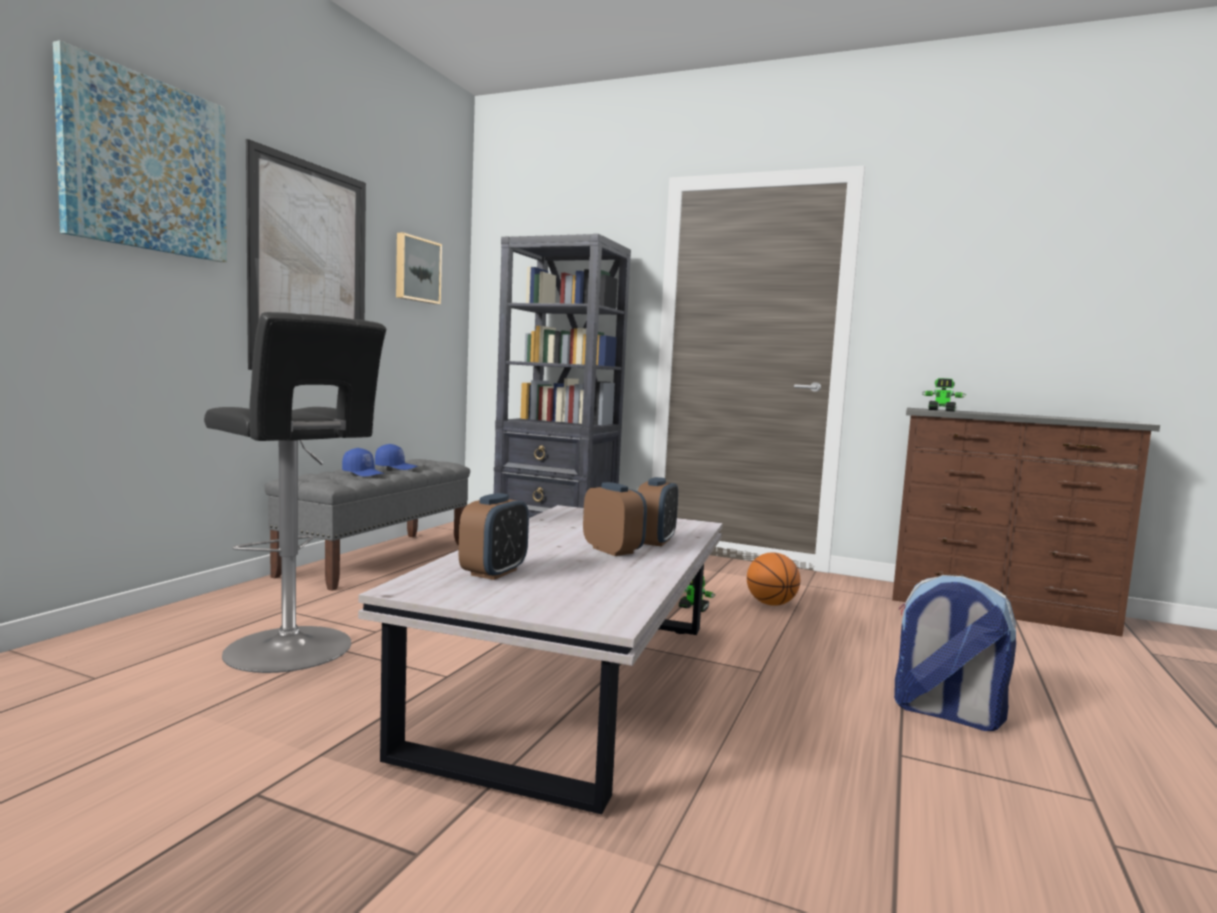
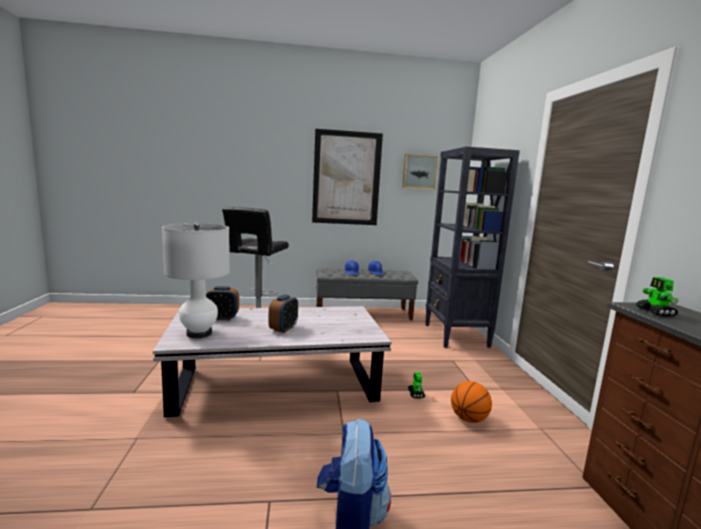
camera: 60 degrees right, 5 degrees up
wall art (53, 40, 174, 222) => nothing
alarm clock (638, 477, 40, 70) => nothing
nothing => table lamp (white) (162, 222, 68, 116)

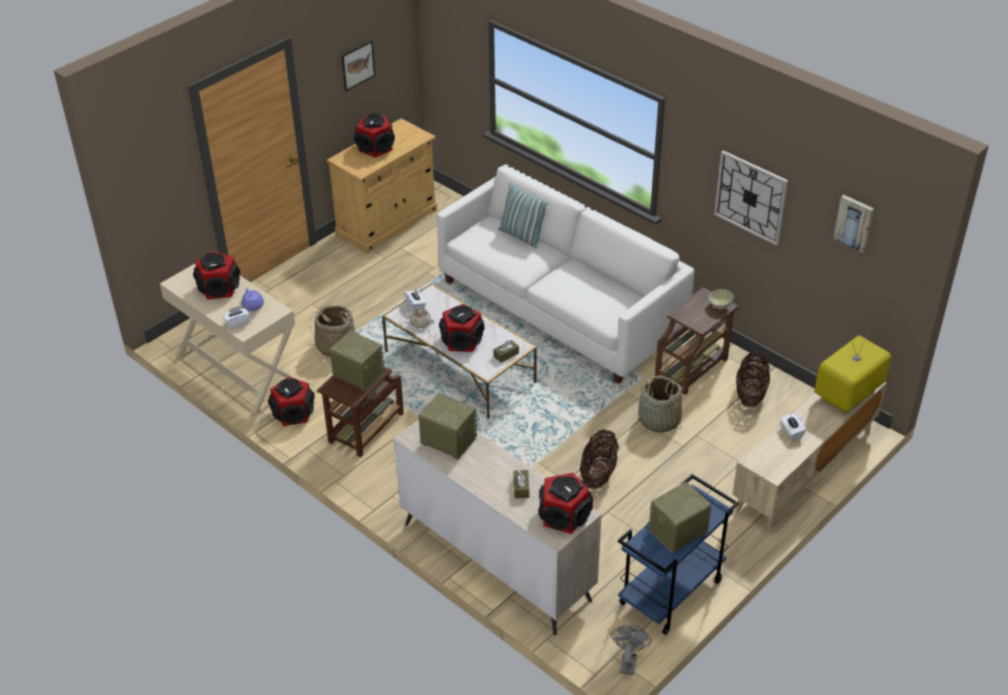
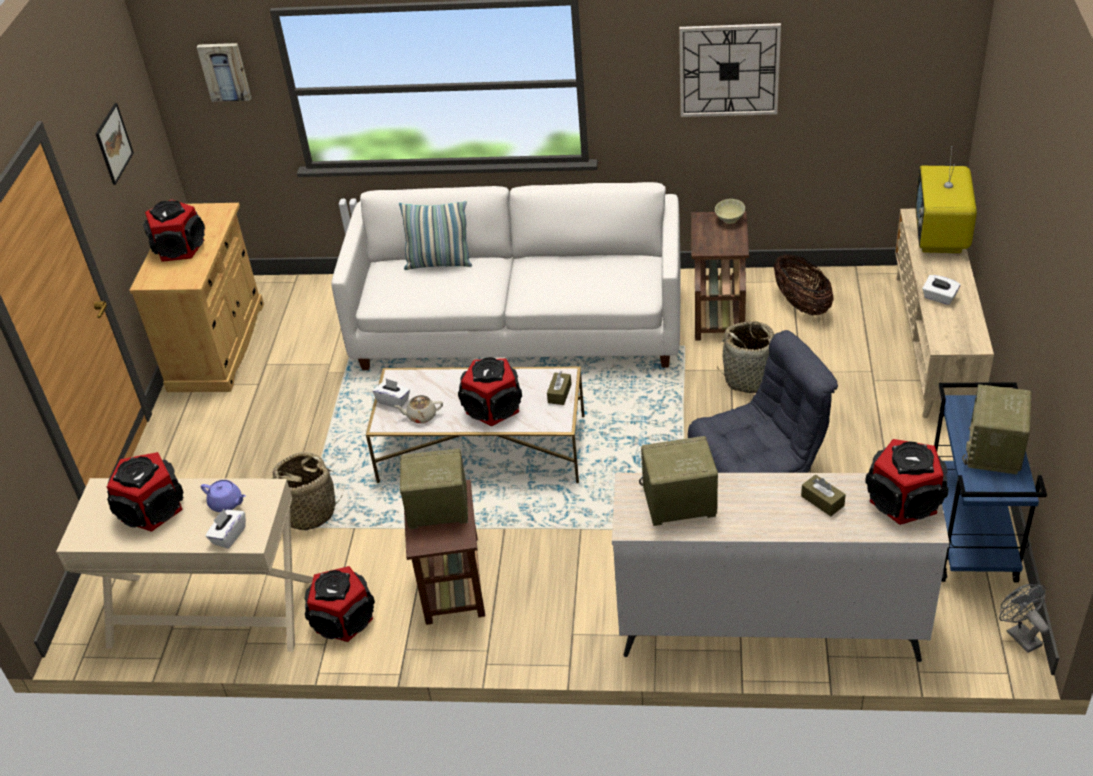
camera: 35 degrees left, 0 degrees up
wall art (833, 195, 41, 58) => wall art (197, 43, 54, 59), move
household basket (580, 429, 39, 60) => easy chair (gray) (688, 330, 150, 143)

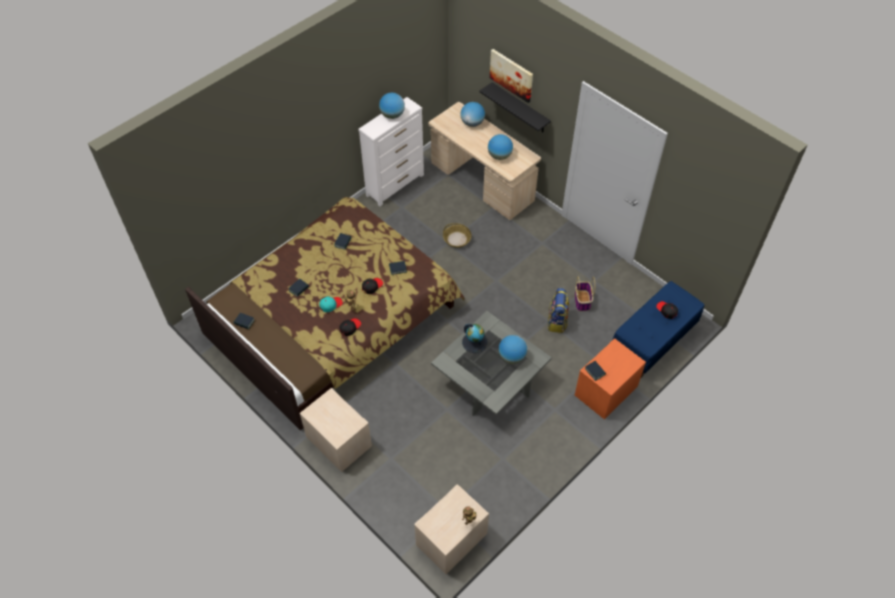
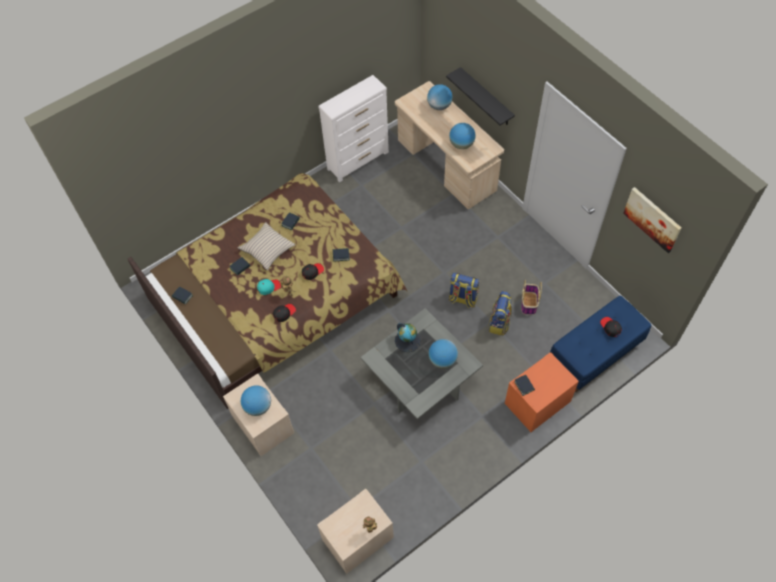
camera: 10 degrees right, 5 degrees up
wall art (490, 49, 43, 54) => wall art (623, 187, 58, 66), move
globe (379, 93, 26, 26) => globe (241, 386, 30, 30), move
household basket (443, 223, 29, 25) => nothing
nothing => pillow (beige) (238, 222, 57, 48)
nothing => backpack (448, 273, 32, 35)

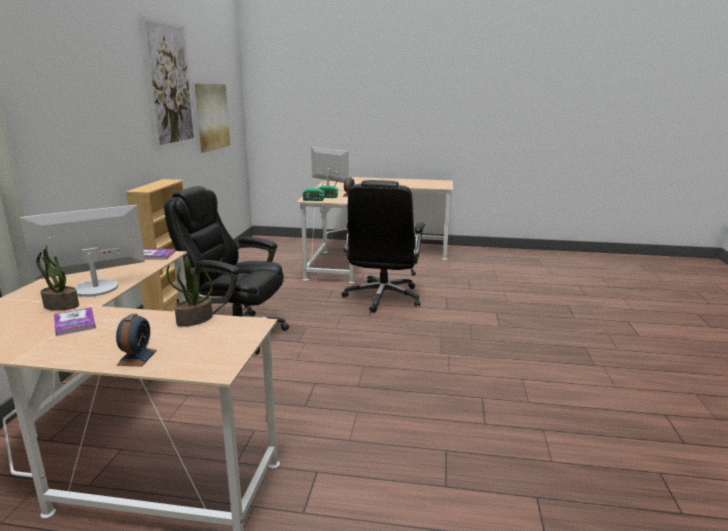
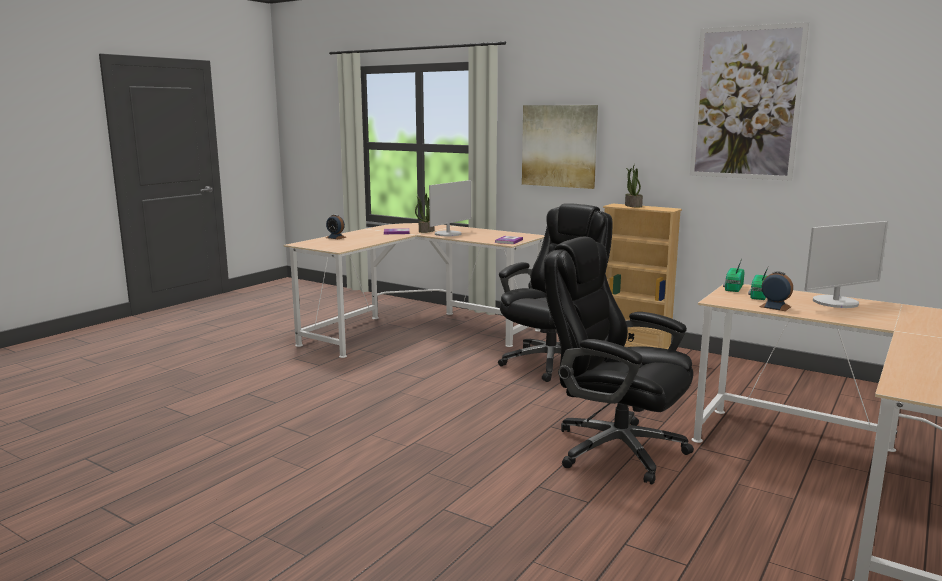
camera: 115 degrees right, 5 degrees down
wall art (195, 84, 35, 68) => wall art (522, 105, 76, 84), move
computer display (20, 205, 125, 92) => computer display (429, 180, 42, 56), 45 degrees clockwise
houseplant (166, 256, 47, 70) => houseplant (625, 164, 18, 44), move

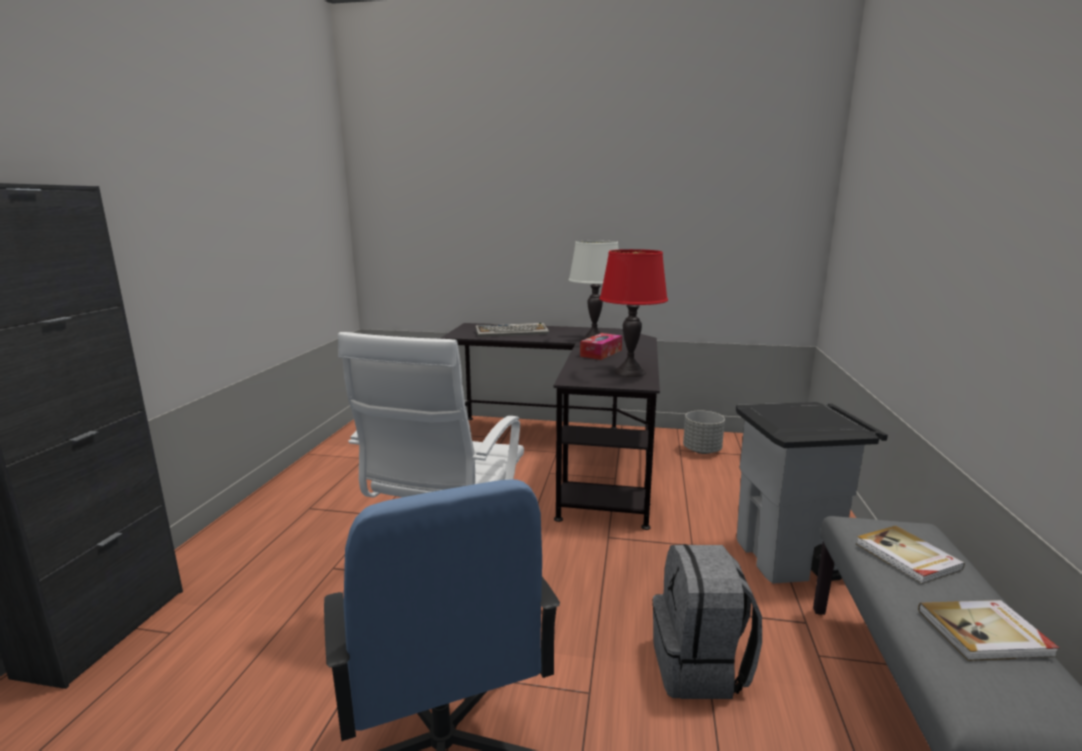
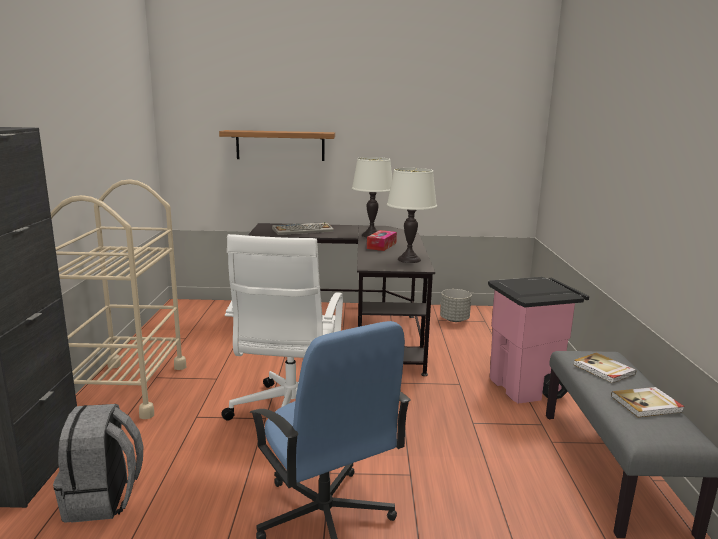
camera: 10 degrees left, 0 degrees up
table lamp (reddish) (599, 249, 69, 128) => table lamp (white) (387, 168, 50, 95)
trash can (gray) (736, 402, 152, 182) => trash can (pink) (488, 277, 101, 127)
backpack (gray) (653, 544, 109, 155) => backpack (gray) (53, 404, 90, 119), move
nothing => shelf (219, 130, 116, 31)
nothing => cart (beige) (51, 179, 135, 240)

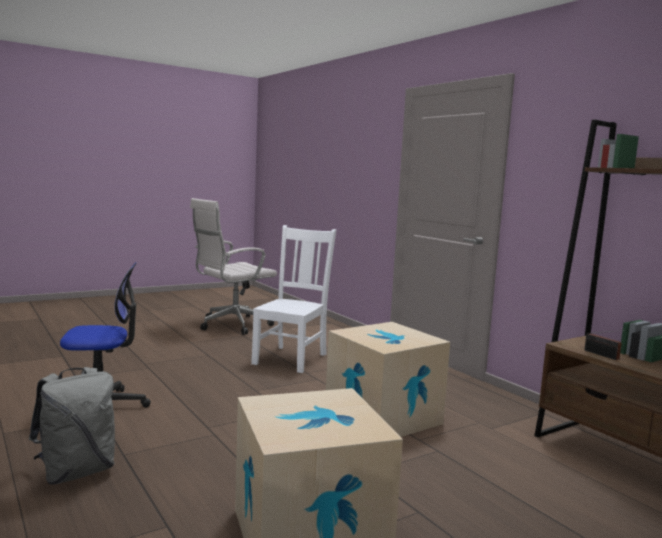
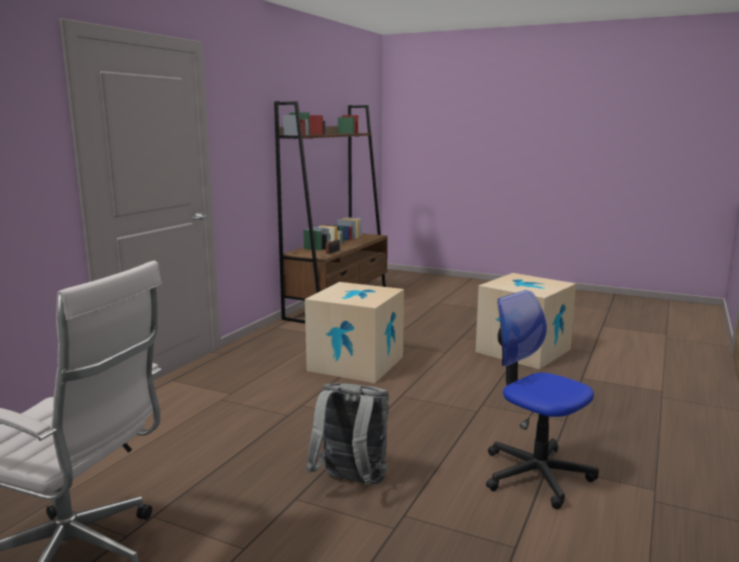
camera: 120 degrees left, 5 degrees up
plain chair (white) (251, 225, 85, 148) => nothing
backpack (gray) (29, 367, 86, 118) => backpack (gray) (306, 383, 83, 102), move

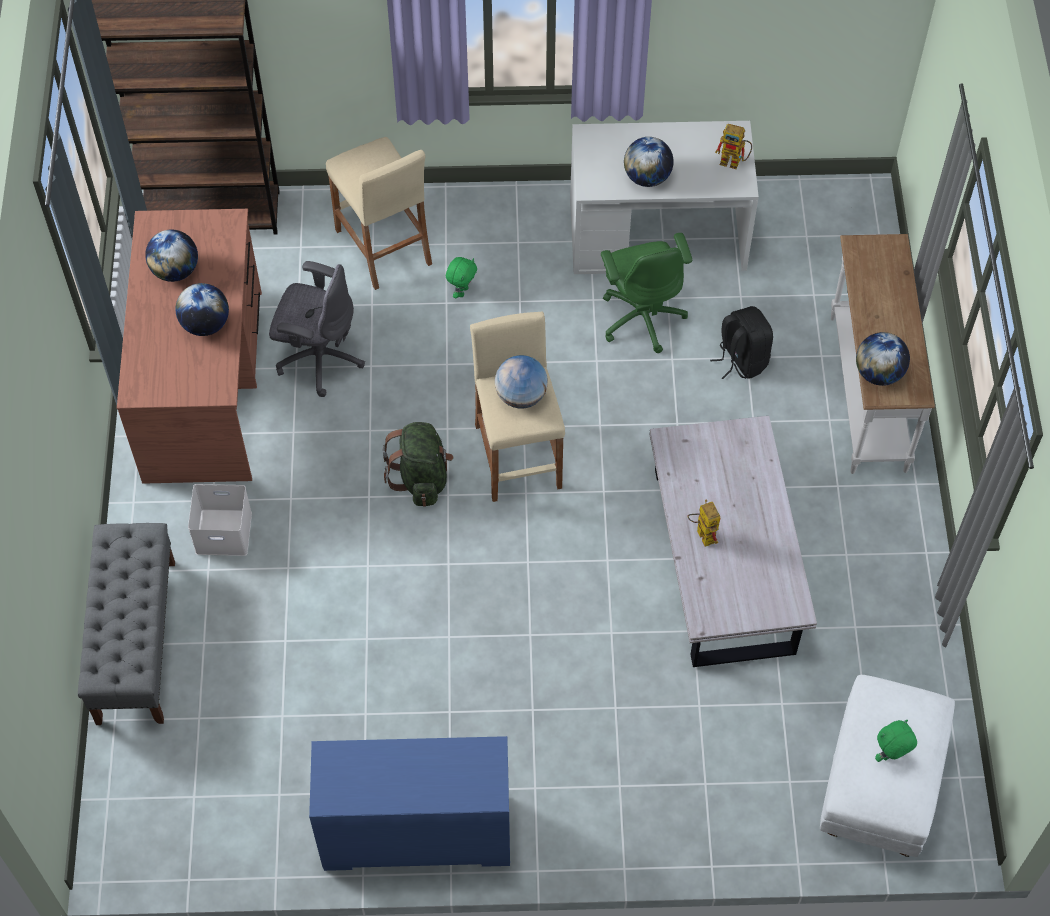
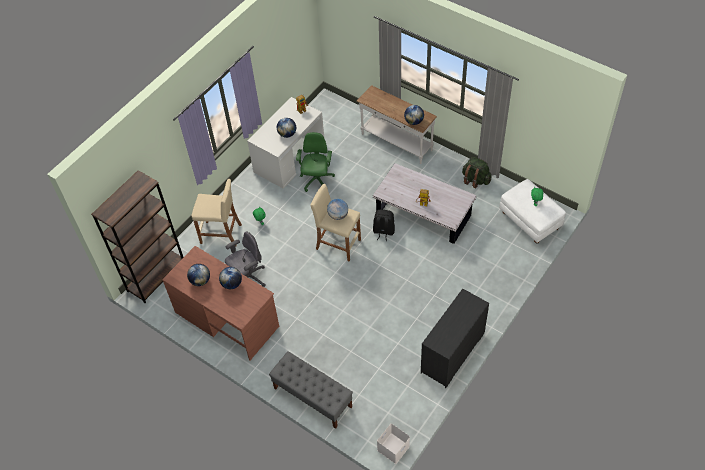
camera: 50 degrees left, 5 degrees down
computer chair (greenish) (601, 233, 91, 120) => computer chair (greenish) (296, 132, 39, 60), 105 degrees counterclockwise
backpack (black-coloured) (710, 306, 63, 73) => backpack (black-coloured) (373, 209, 22, 33), move
backpack (greenish) (383, 422, 71, 85) => backpack (greenish) (462, 157, 29, 31), move
storage container (white) (188, 484, 64, 72) => storage container (white) (377, 423, 33, 41), move
chest of drawers (bluish) (309, 736, 201, 135) => chest of drawers (black-coloured) (421, 289, 68, 99)

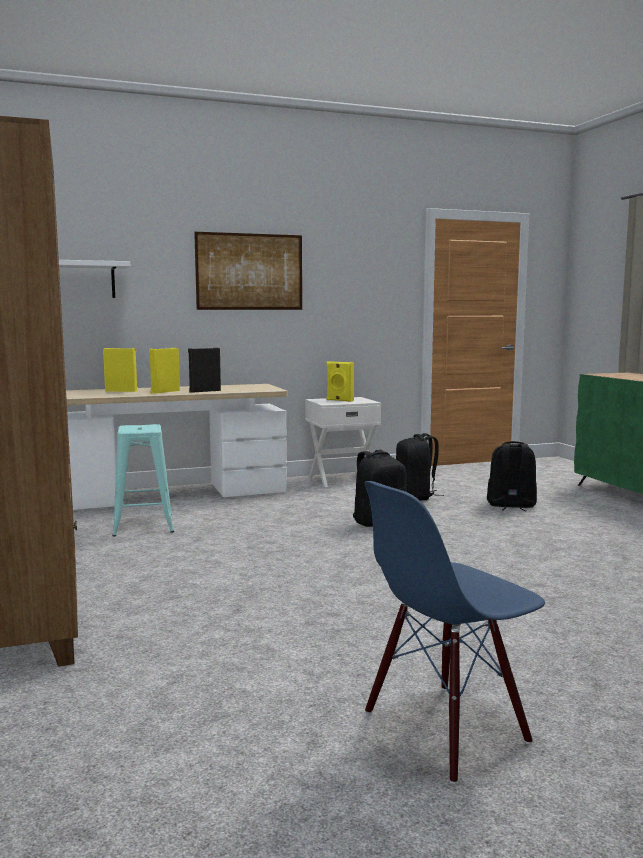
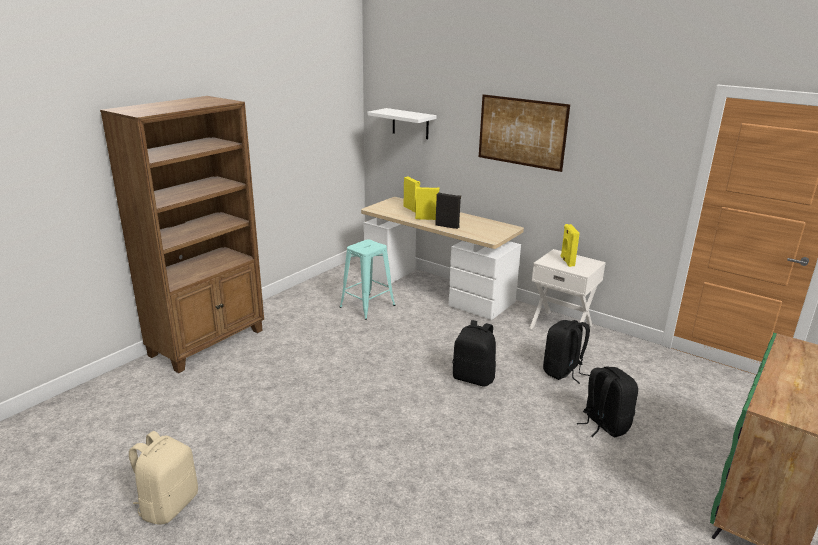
camera: 55 degrees right, 15 degrees up
plain chair (bluish) (365, 481, 180, 303) => backpack (beige) (129, 431, 69, 94)

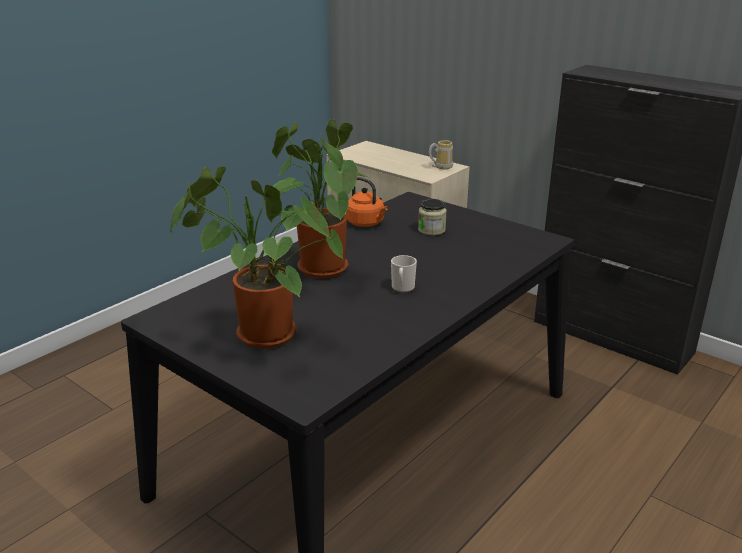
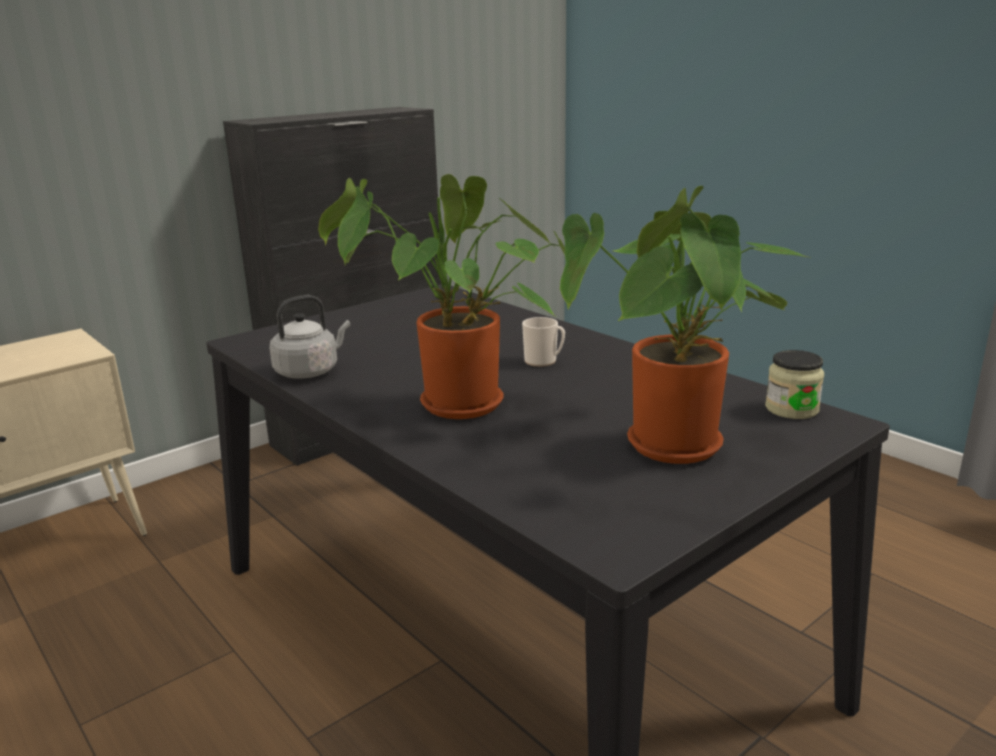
camera: 80 degrees left, 5 degrees down
coffee mug (429, 140, 24, 29) => nothing
tea kettle (orange) (346, 177, 42, 50) => tea kettle (gray) (270, 295, 80, 84)
jar (418, 199, 29, 37) => jar (765, 350, 59, 69), move

